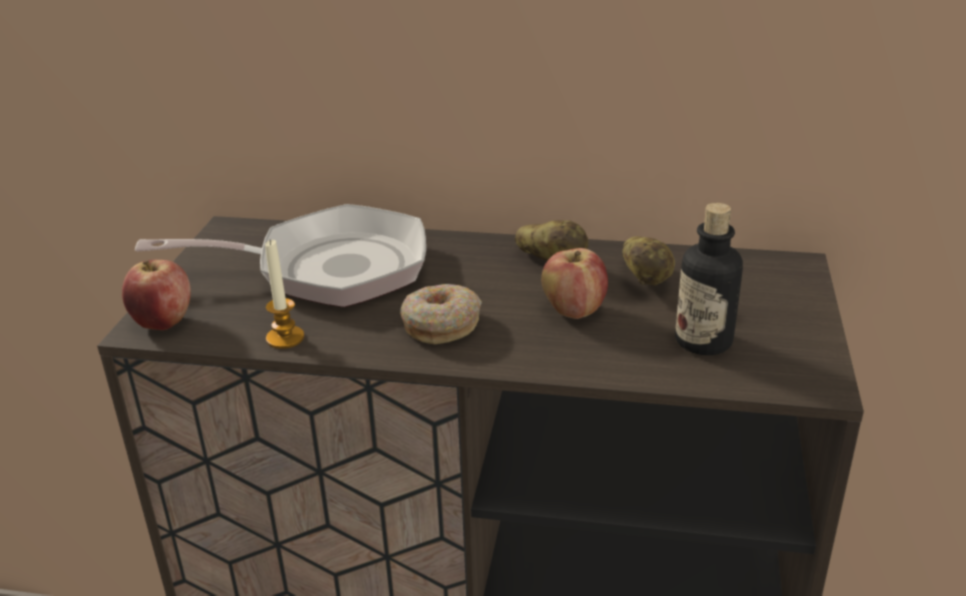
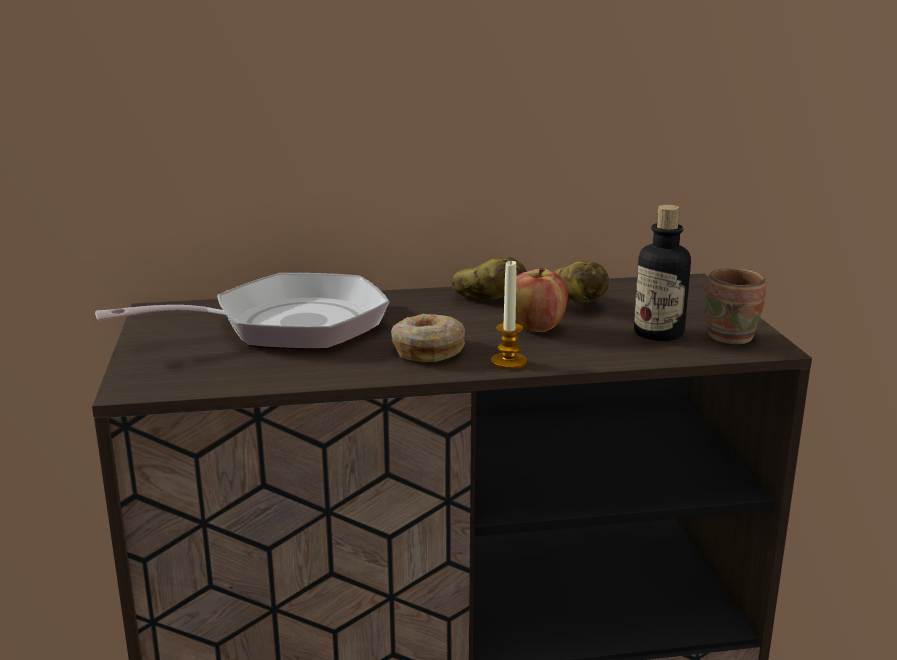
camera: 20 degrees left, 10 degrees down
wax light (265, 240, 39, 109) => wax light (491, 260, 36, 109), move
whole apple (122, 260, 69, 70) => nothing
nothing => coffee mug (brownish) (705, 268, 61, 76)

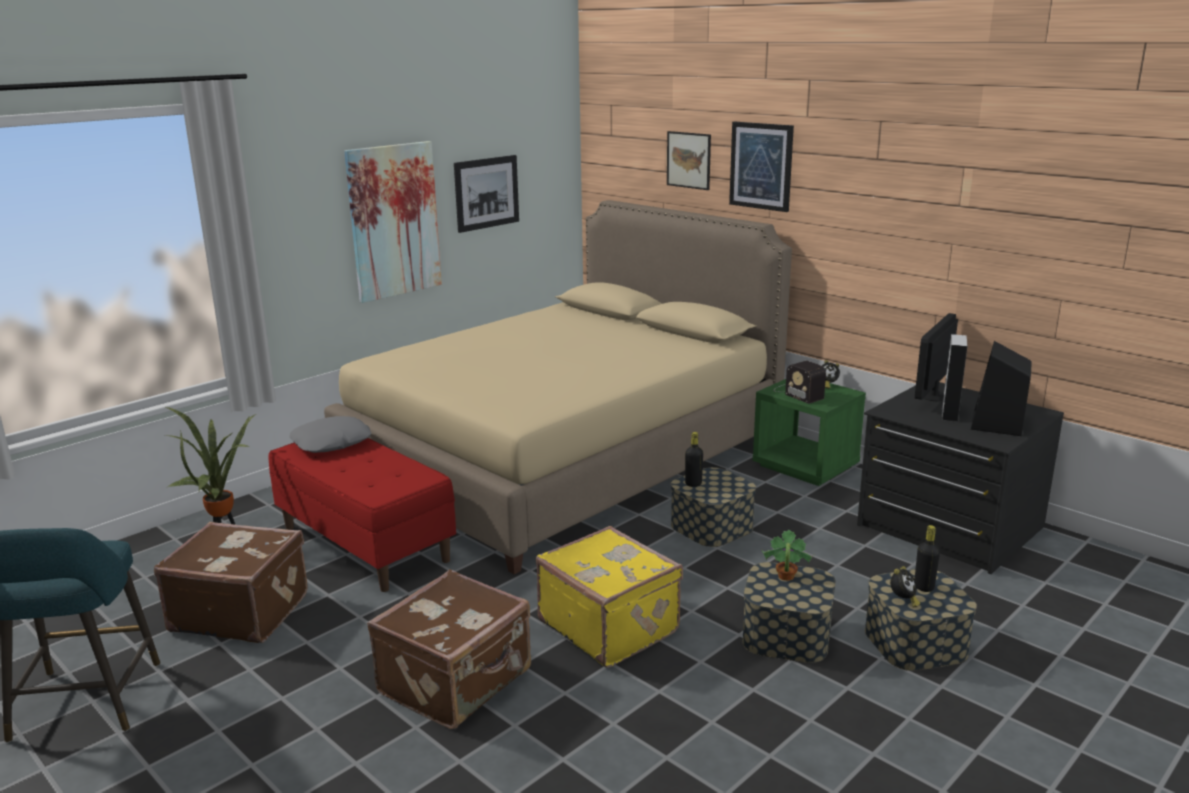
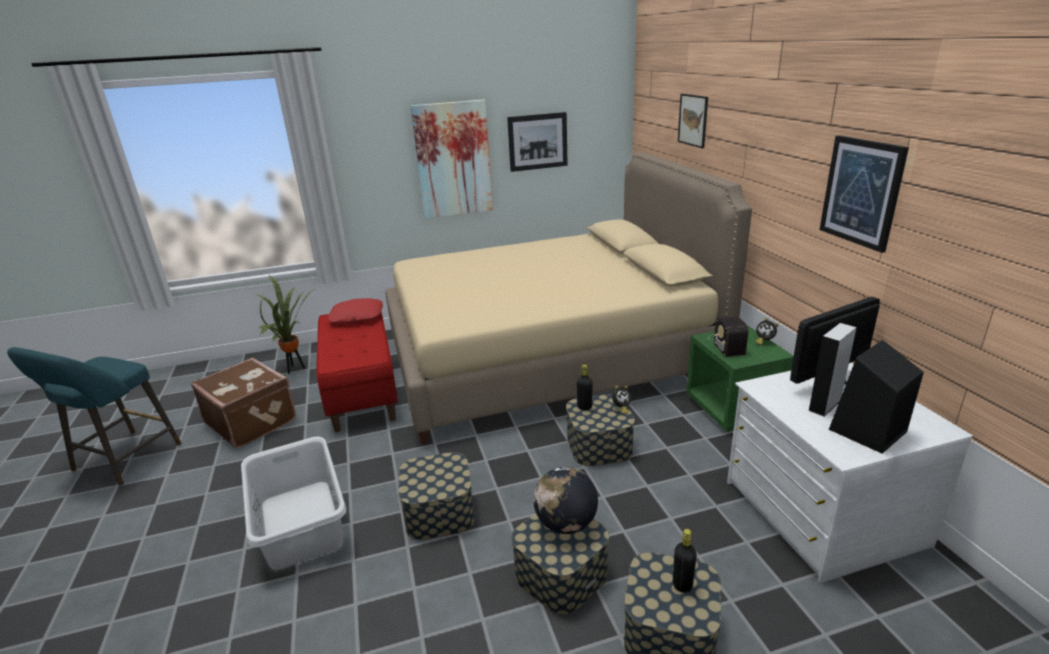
camera: 30 degrees right, 5 degrees up
wall art (729, 122, 65, 90) => wall art (820, 135, 89, 118), move
chest of drawers (black-coloured) (857, 382, 207, 192) => chest of drawers (white) (727, 363, 246, 220)
pillow (gray) (289, 416, 83, 37) => pillow (reddish) (328, 298, 55, 25)
piece of luggage (yellowish) (536, 526, 147, 142) => storage container (399, 452, 75, 88)
houseplant (762, 530, 52, 51) => globe (533, 467, 65, 67)
alarm clock (890, 566, 30, 41) => alarm clock (612, 385, 20, 29), move
piece of luggage (brownish) (367, 569, 164, 160) => laundry basket (gray) (241, 437, 105, 133)

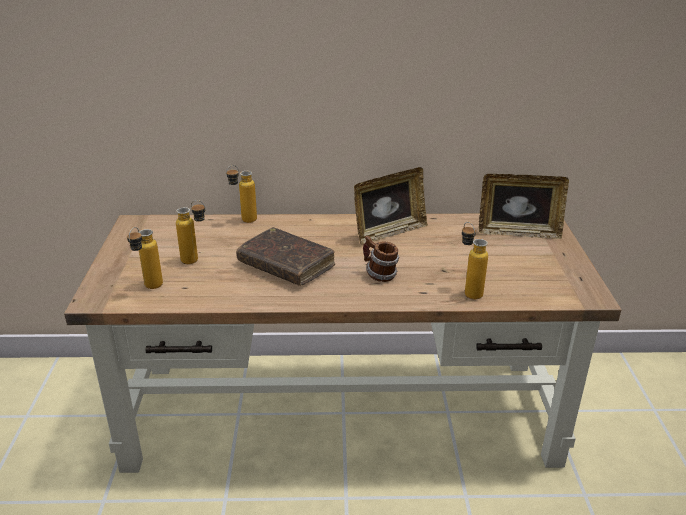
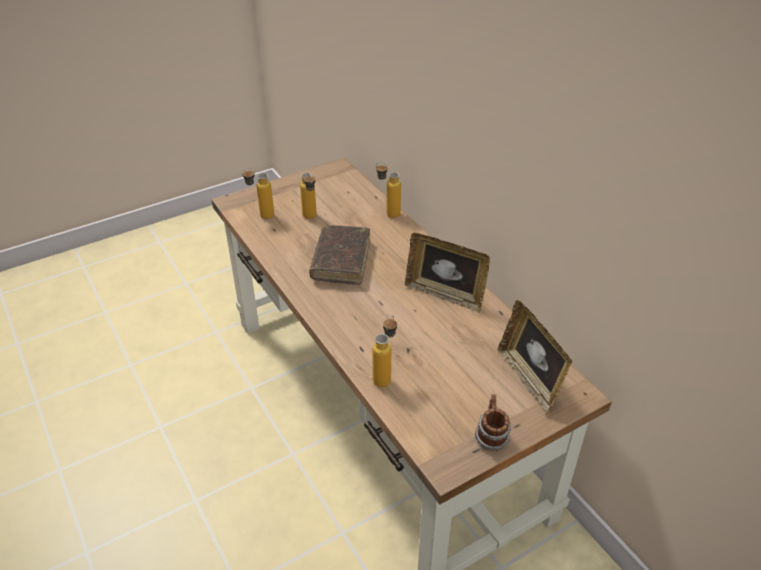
camera: 60 degrees right, 10 degrees up
coffee mug (363, 236, 36, 46) => coffee mug (474, 394, 37, 57), move

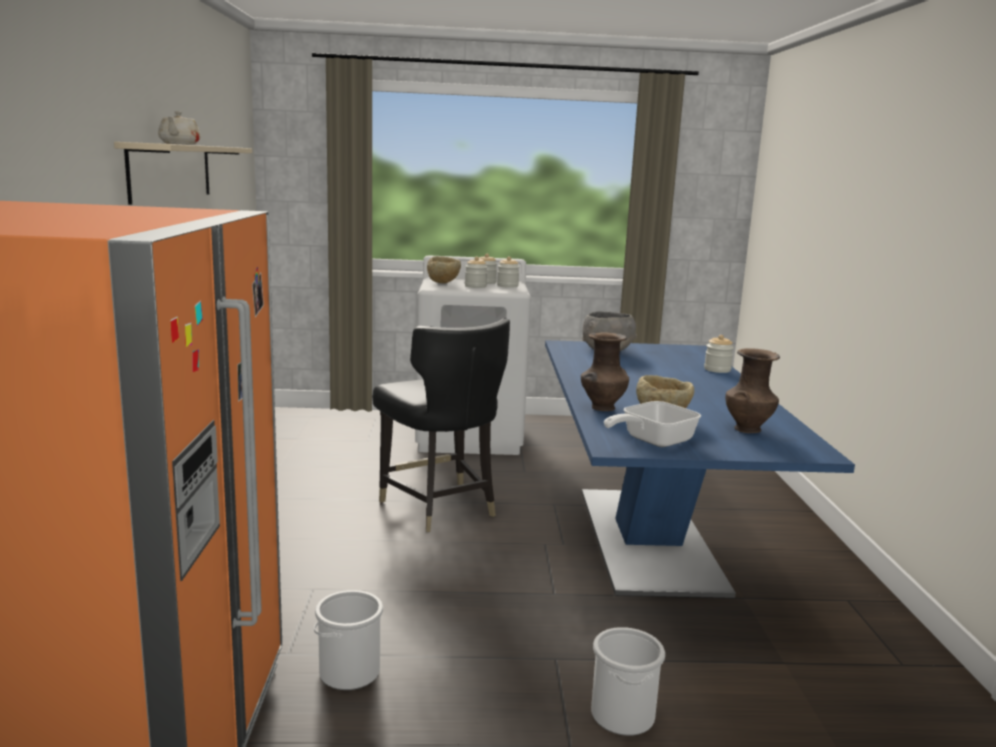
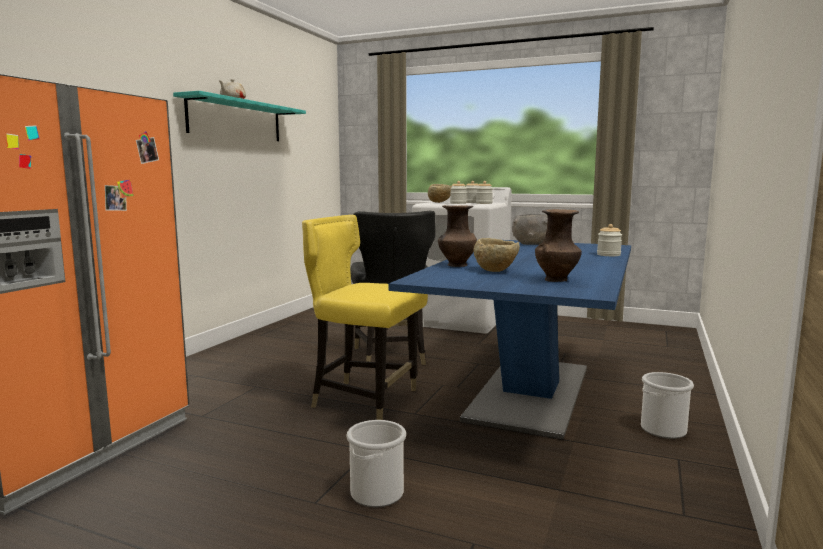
camera: 25 degrees right, 5 degrees down
shelf (beige) (114, 142, 138, 63) => shelf (blue-green) (173, 91, 133, 50)
skillet (604, 401, 97, 46) => nothing
bucket (314, 590, 69, 100) => bucket (641, 372, 53, 67), move
nothing => plain chair (yellowish) (302, 215, 126, 205)

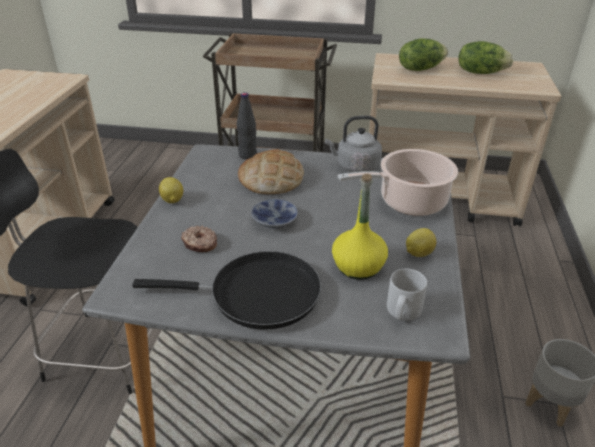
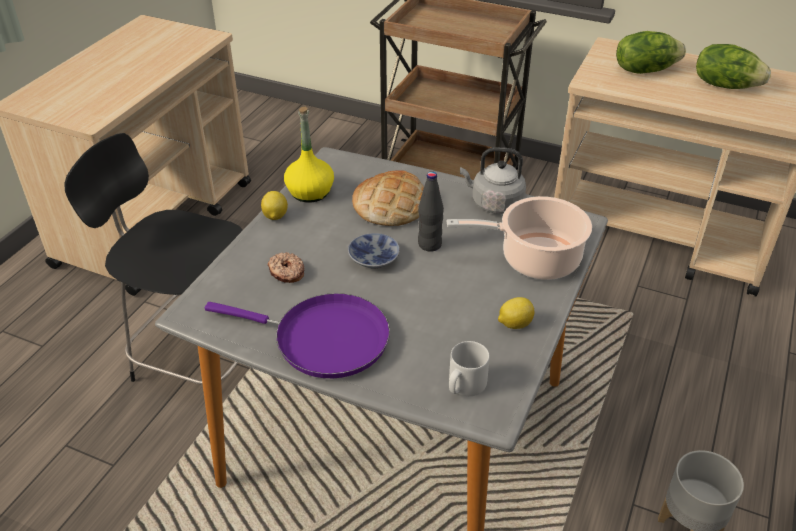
camera: 15 degrees right, 5 degrees up
bottle (black-coloured) (237, 92, 20, 67) => bottle (black-coloured) (418, 171, 26, 81), move
bottle (yellowish) (332, 174, 56, 106) => bottle (yellowish) (284, 107, 50, 96), move
skillet (black-coloured) (132, 251, 189, 79) => skillet (purple-coloured) (205, 293, 185, 85)

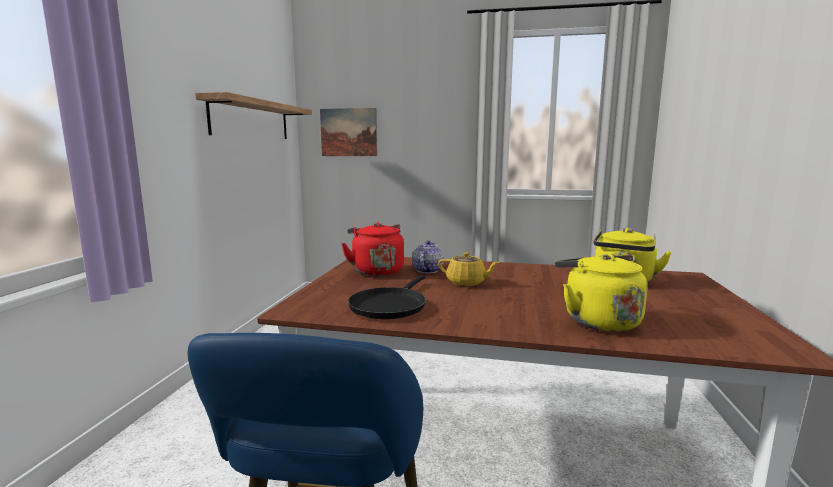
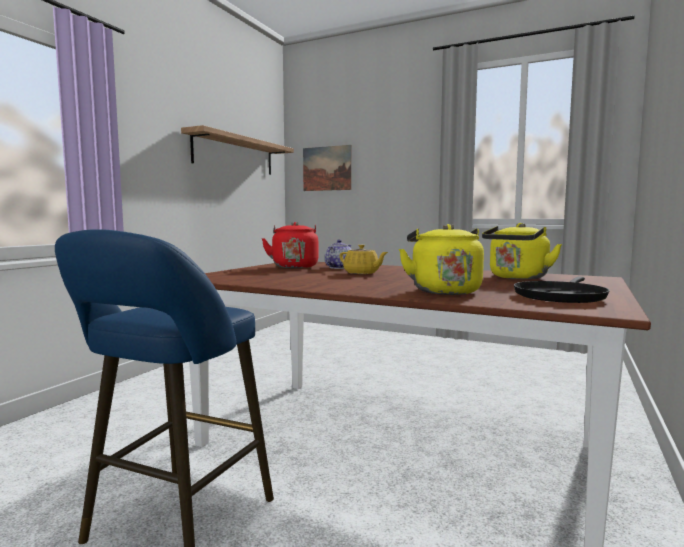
camera: 15 degrees right, 5 degrees down
skillet (black-coloured) (348, 275, 78, 44) => skillet (black-coloured) (514, 277, 96, 26), move

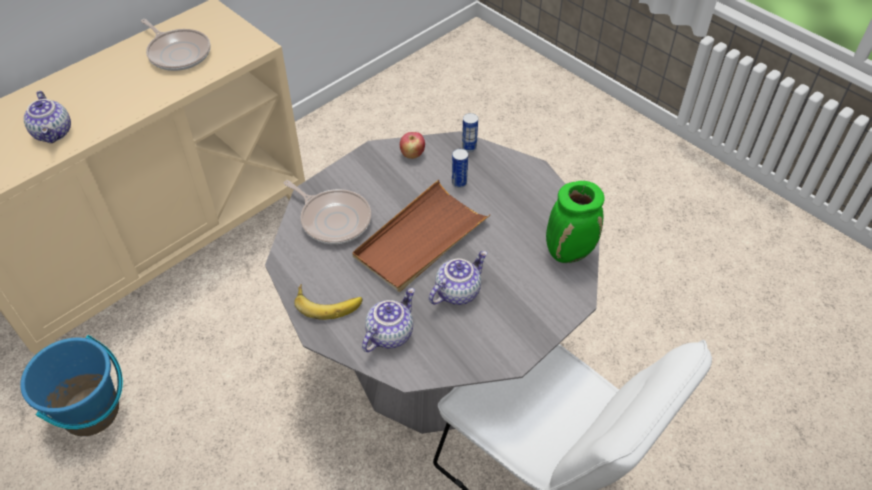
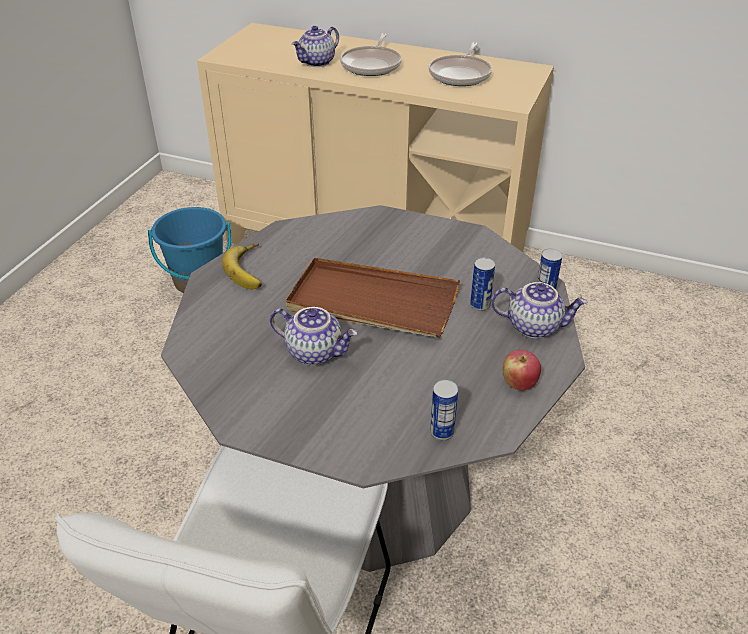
camera: 65 degrees right, 10 degrees down
whole apple (400, 132, 25, 27) => whole apple (503, 350, 38, 41), move
skillet (284, 180, 87, 64) => skillet (340, 33, 62, 43), move
decorative vase (greenish) (546, 181, 58, 82) => sealed can (430, 380, 28, 61)
tea pot (362, 288, 53, 64) => tea pot (491, 282, 97, 56), move

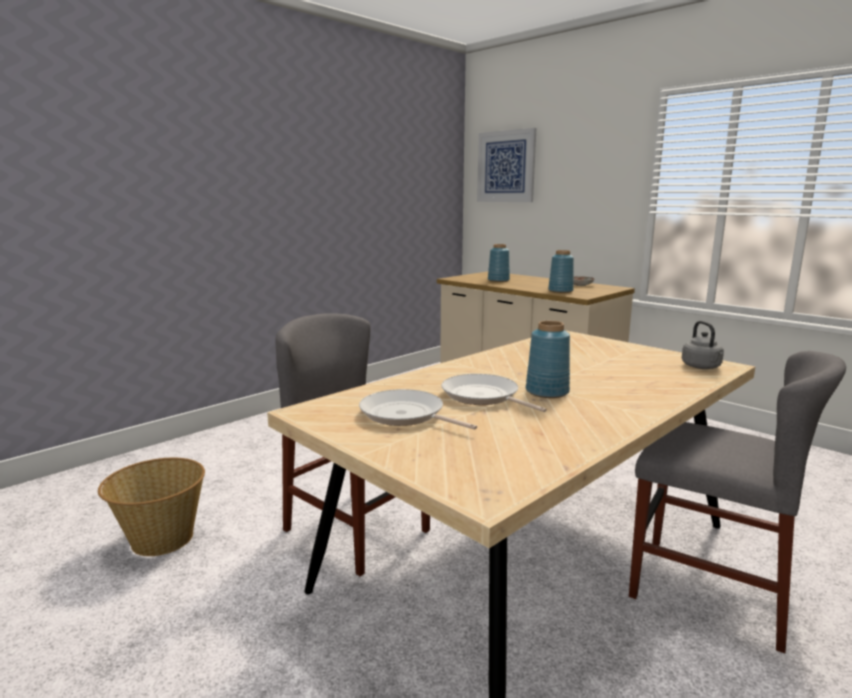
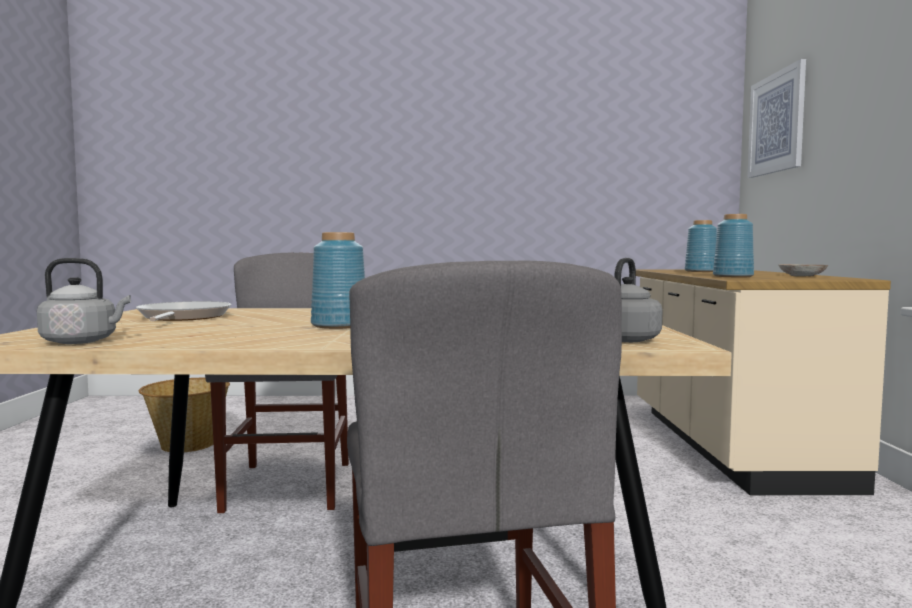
camera: 45 degrees right, 10 degrees down
skillet (441, 374, 106, 38) => nothing
nothing => tea kettle (gray) (37, 258, 94, 86)

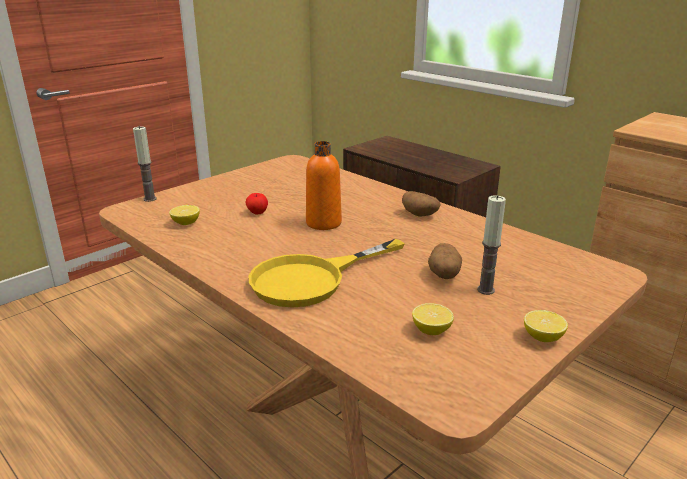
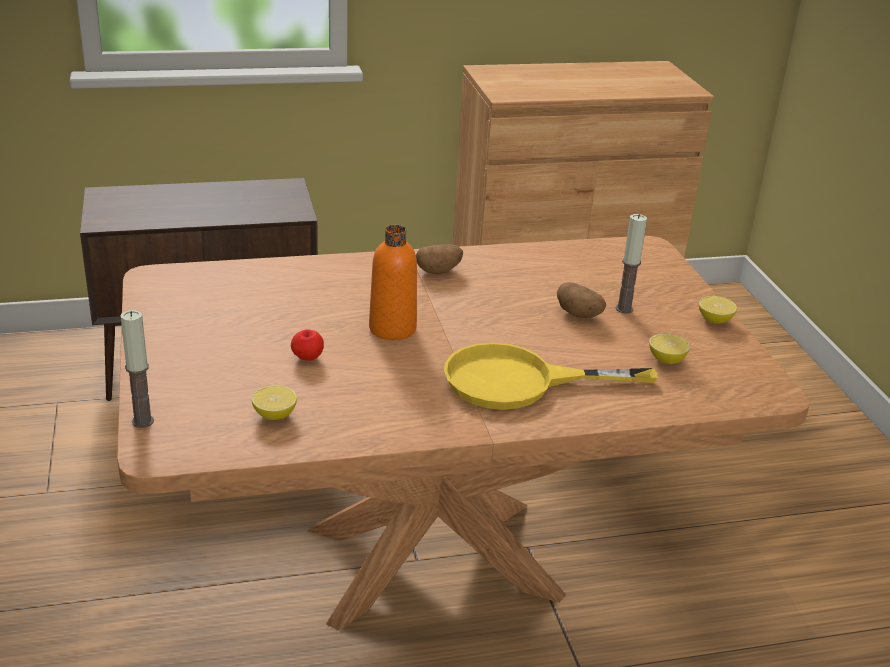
camera: 60 degrees left, 5 degrees up
skillet (yellowish) (249, 239, 156, 69) => skillet (yellowish) (444, 342, 214, 68), 90 degrees clockwise

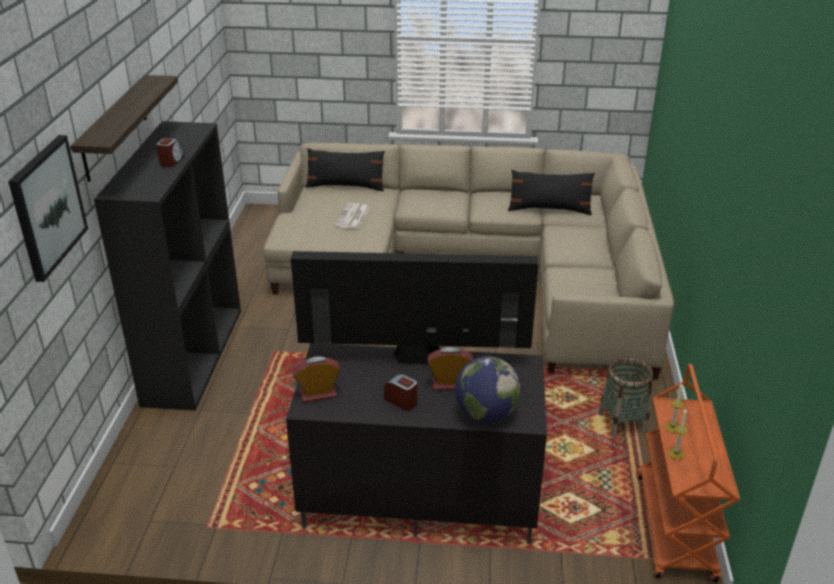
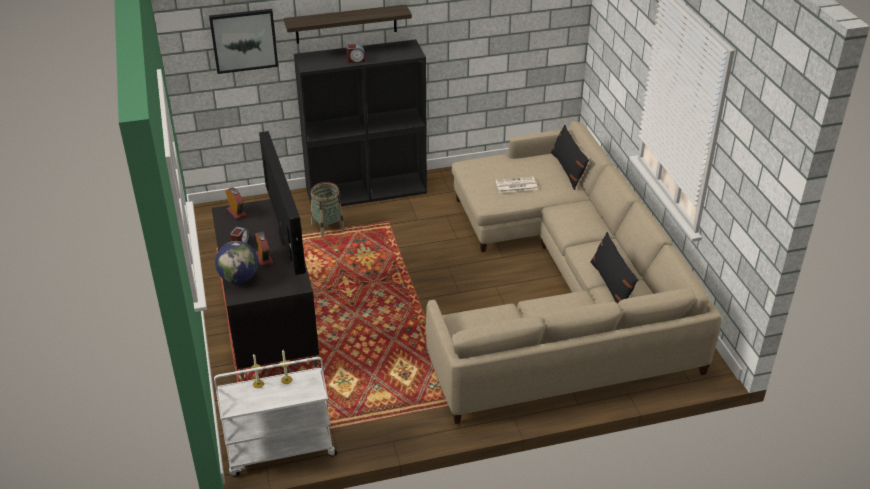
camera: 70 degrees right, 5 degrees up
household basket (598, 357, 55, 80) => household basket (311, 182, 33, 55), move
cart (orange) (638, 364, 102, 218) => cart (white) (214, 357, 123, 120)

